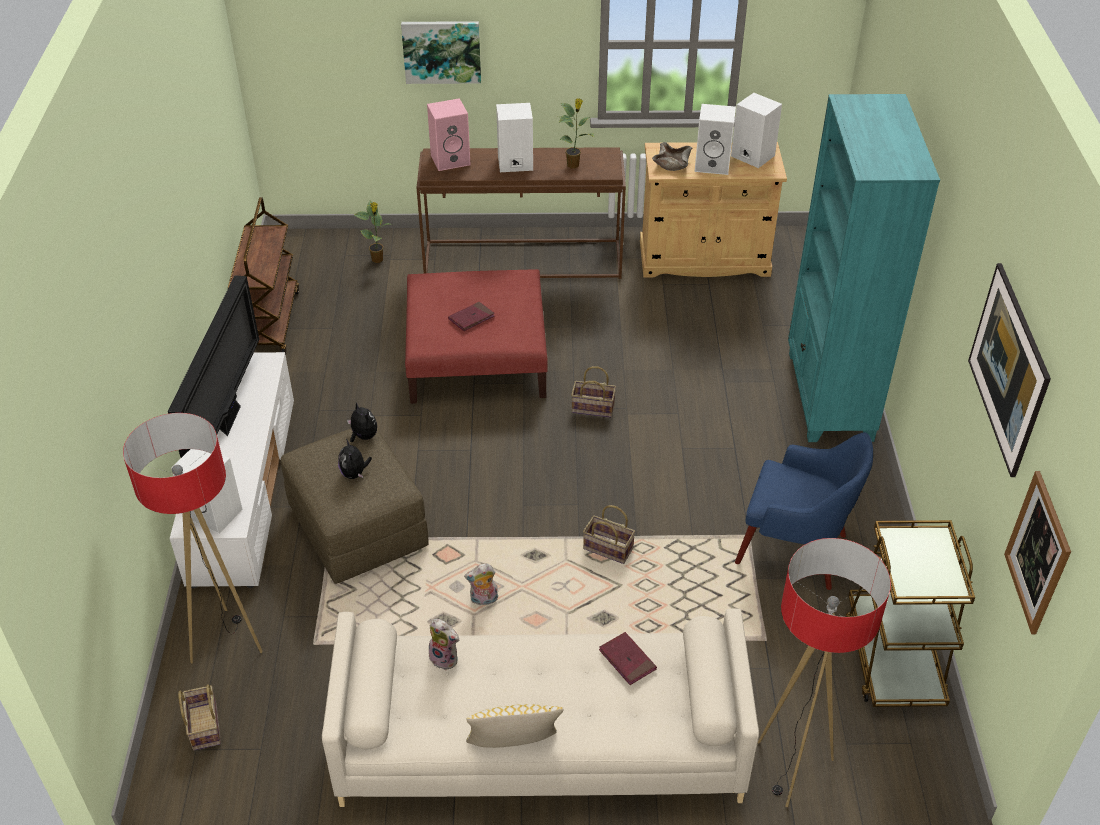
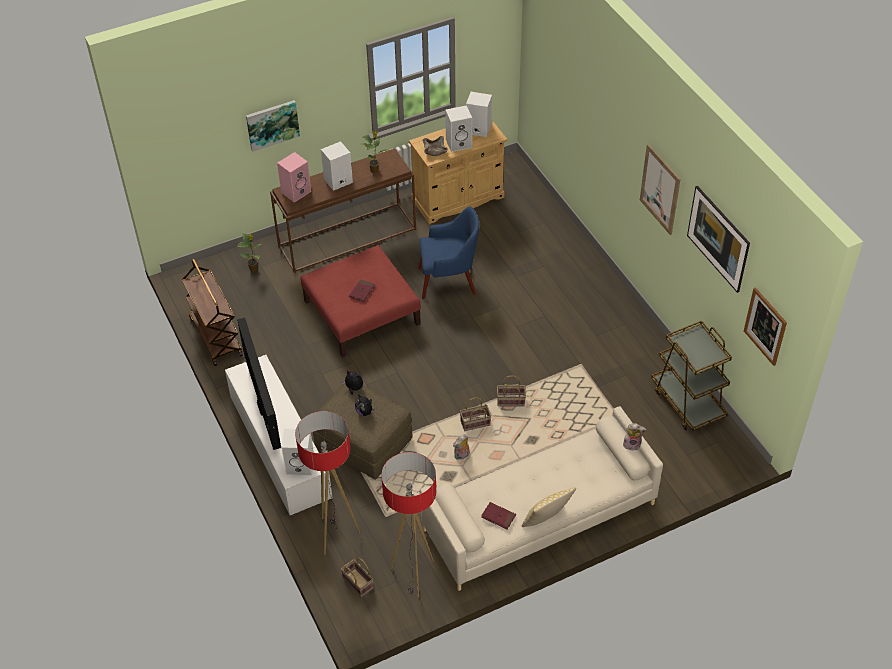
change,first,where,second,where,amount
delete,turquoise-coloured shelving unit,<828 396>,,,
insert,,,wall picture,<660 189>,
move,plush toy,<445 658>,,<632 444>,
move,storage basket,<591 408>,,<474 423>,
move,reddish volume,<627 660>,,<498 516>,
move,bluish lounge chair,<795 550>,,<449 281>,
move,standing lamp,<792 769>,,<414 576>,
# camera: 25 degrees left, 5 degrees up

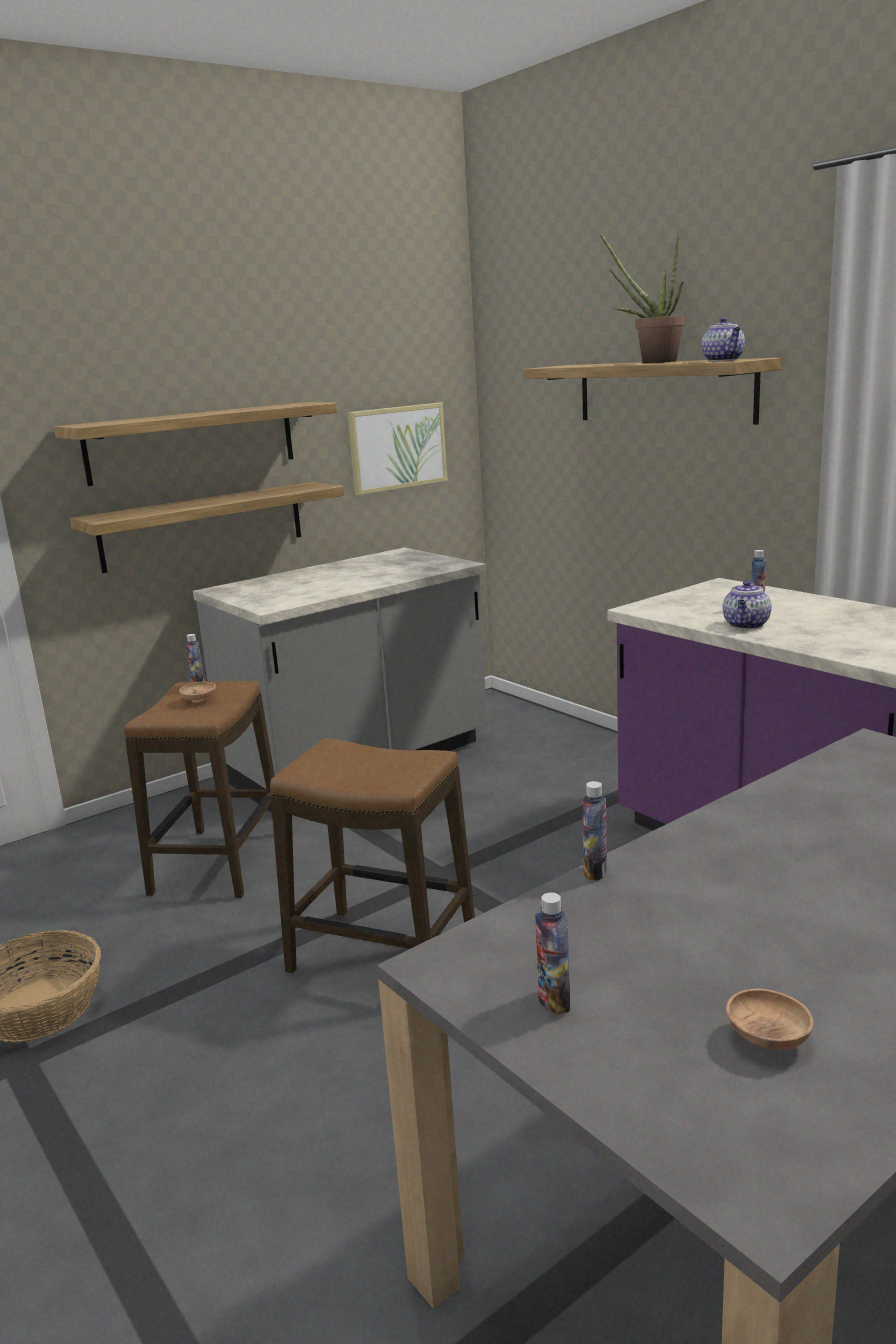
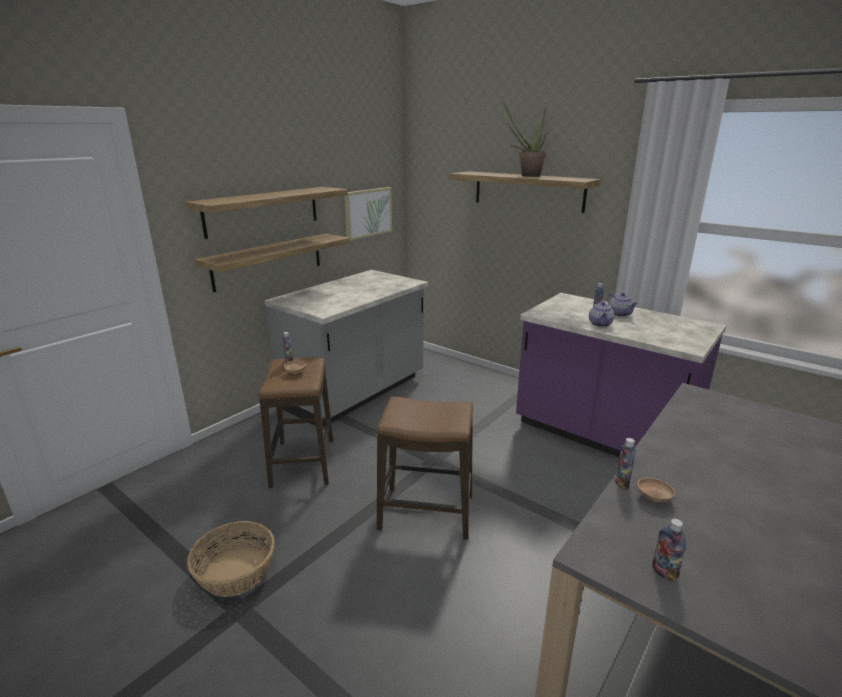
change,first,where,second,where,amount
move,teapot,<723 360>,,<620 314>,
move,brown deep dish,<768 1038>,,<653 498>,
# camera: 15 degrees left, 5 degrees up

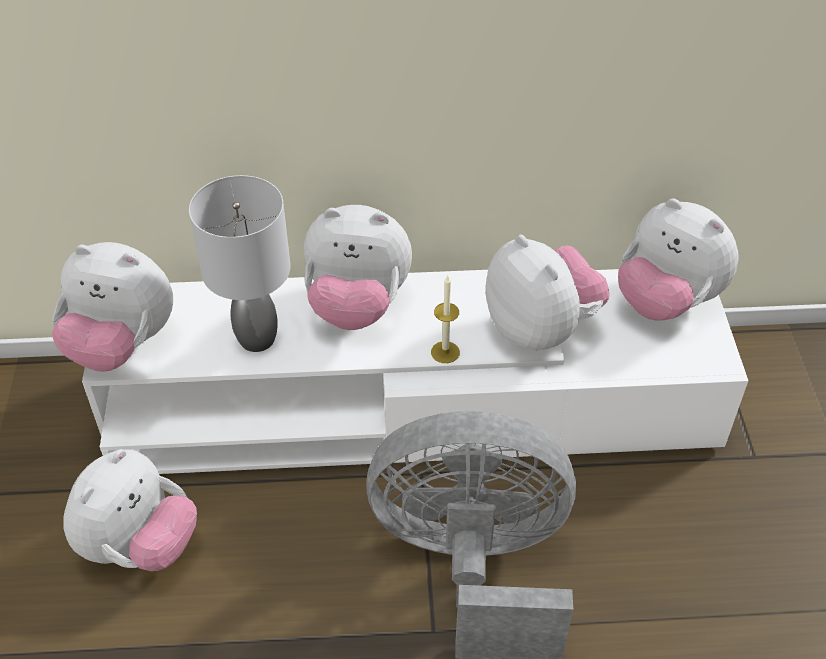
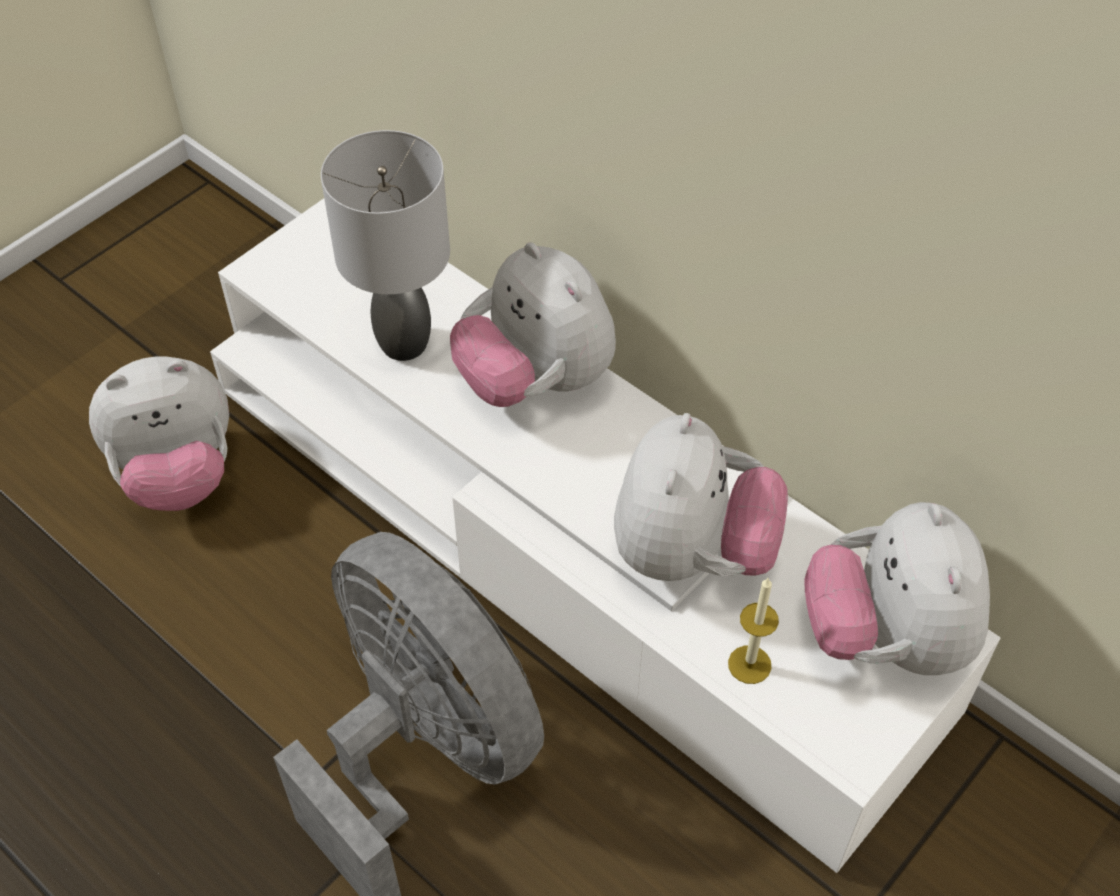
change,first,where,second,where,amount
delete,plush toy,<122 345>,,,
move,wax light,<445 352>,,<749 664>,
# camera: 45 degrees right, 5 degrees up

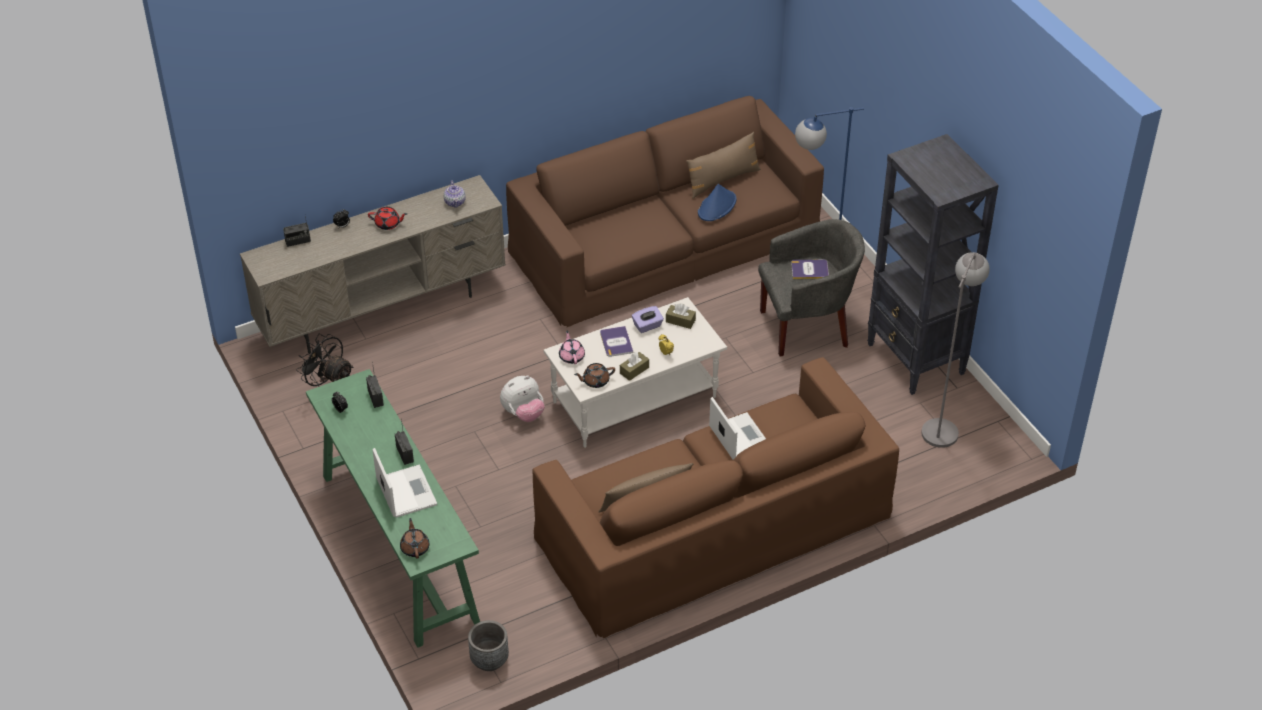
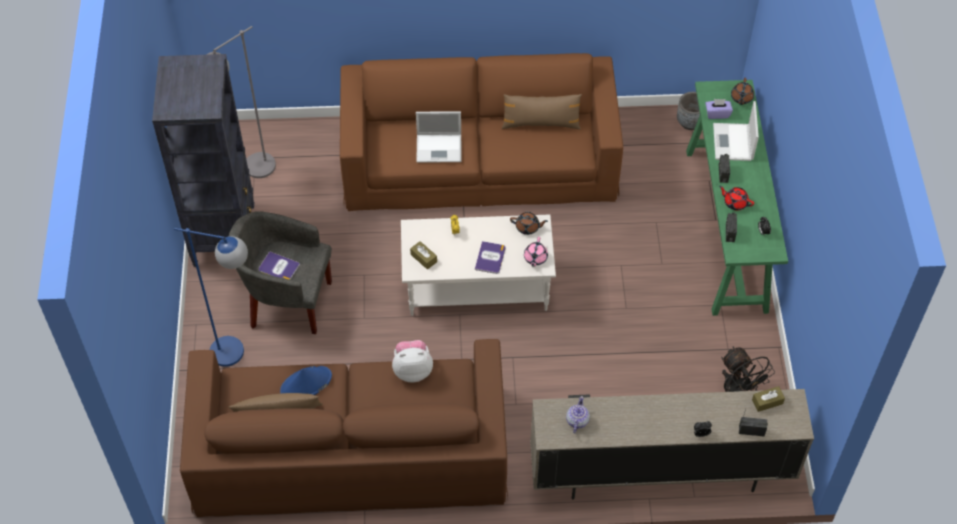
change,first,where,second,where,amount
move,reddish teapot,<388 224>,,<735 202>,
move,plush toy,<523 413>,,<412 370>,
move,brown tissue box,<634 370>,,<767 402>,
move,purple tissue box,<647 326>,,<717 114>,
rotate,notebook computer,<739 437>,,<440 148>,90 degrees counterclockwise
# camera: 155 degrees left, 10 degrees up

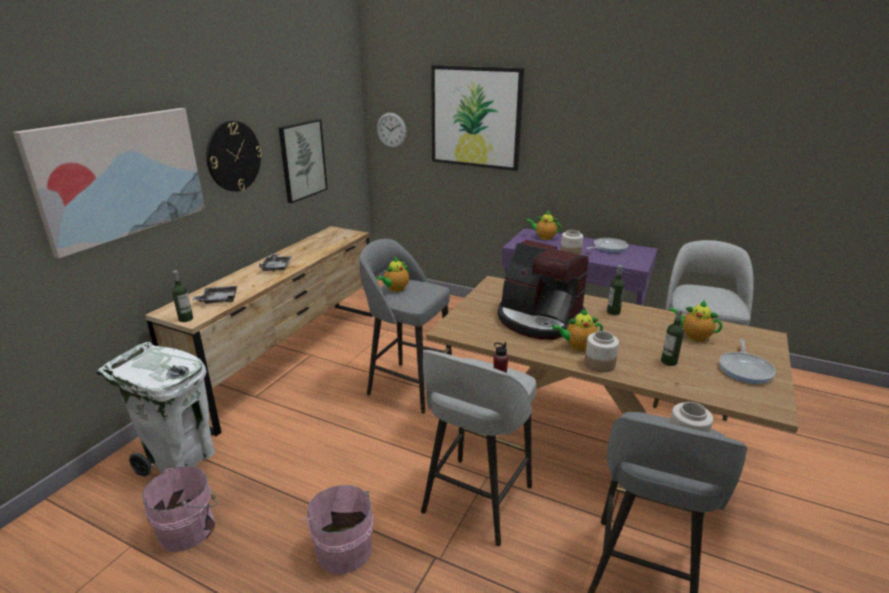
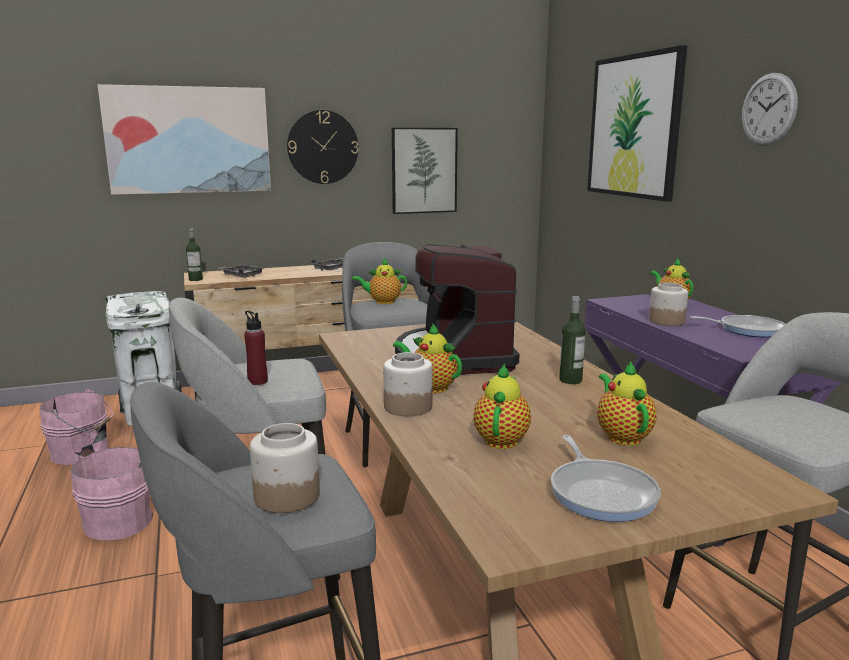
change,first,where,second,where,amount
move,hanging clock,<391 130>,,<768 109>,
replace,beverage bottle,<669 362>,teapot,<502 439>,
rotate,skillet,<745 369>,,<601 493>,75 degrees counterclockwise
# camera: 45 degrees right, 10 degrees down

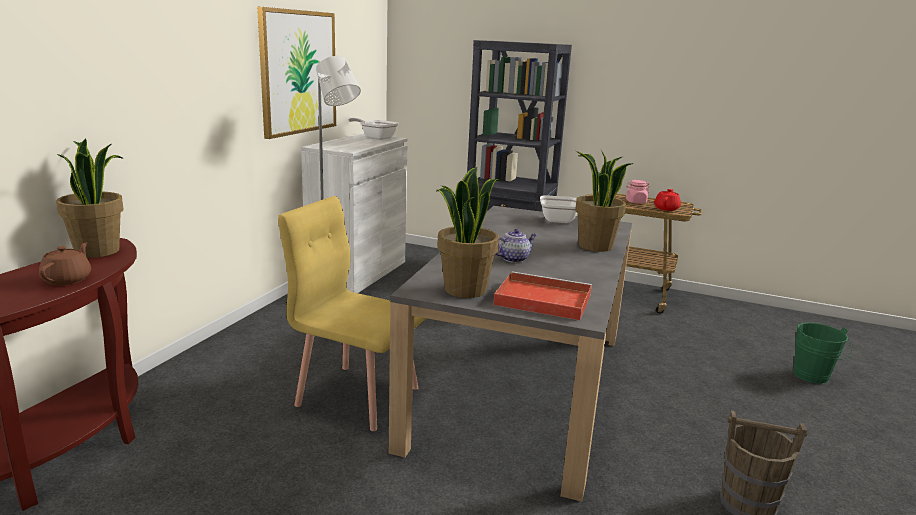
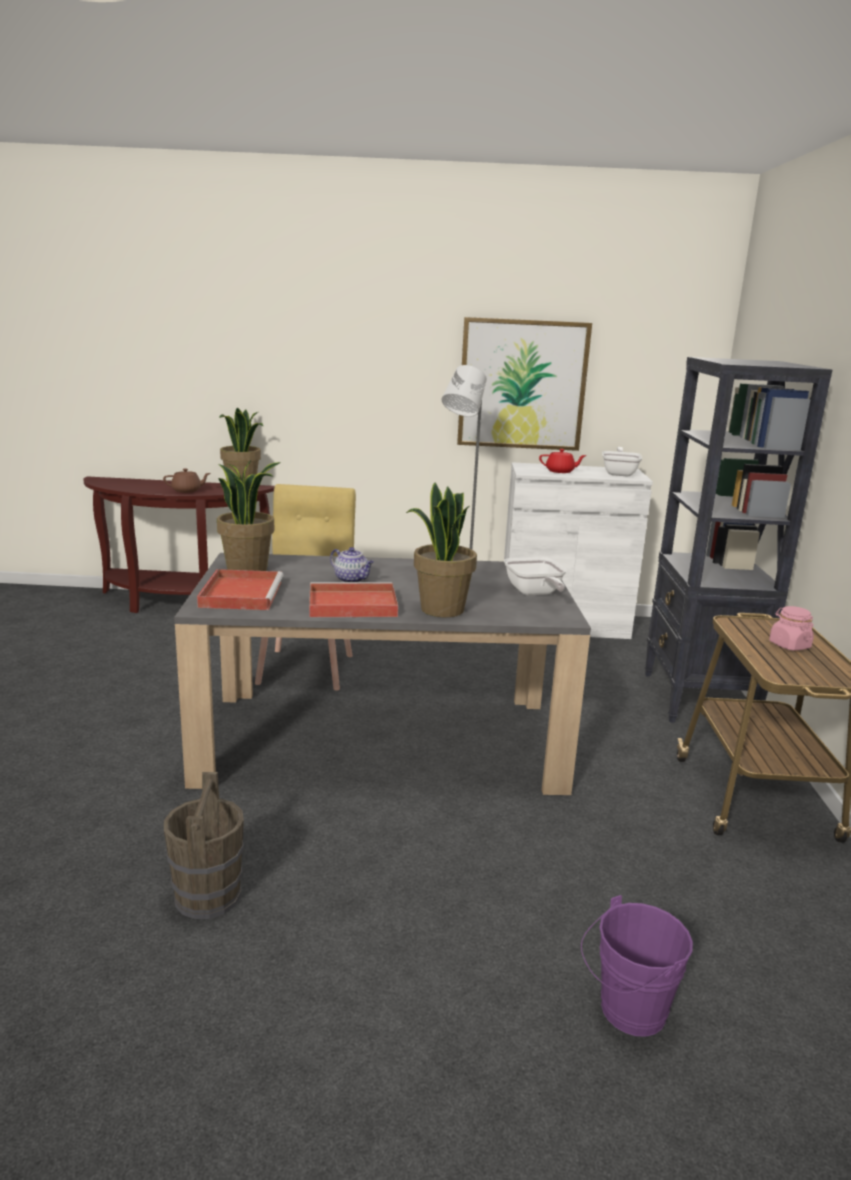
change,first,where,second,where,amount
insert,,,reddish carrying tray,<350 605>,
move,reddish teapot,<666 208>,,<560 471>,
recolor,green pail,<813 377>,purple pail,<627 1012>,
# camera: 70 degrees right, 0 degrees up

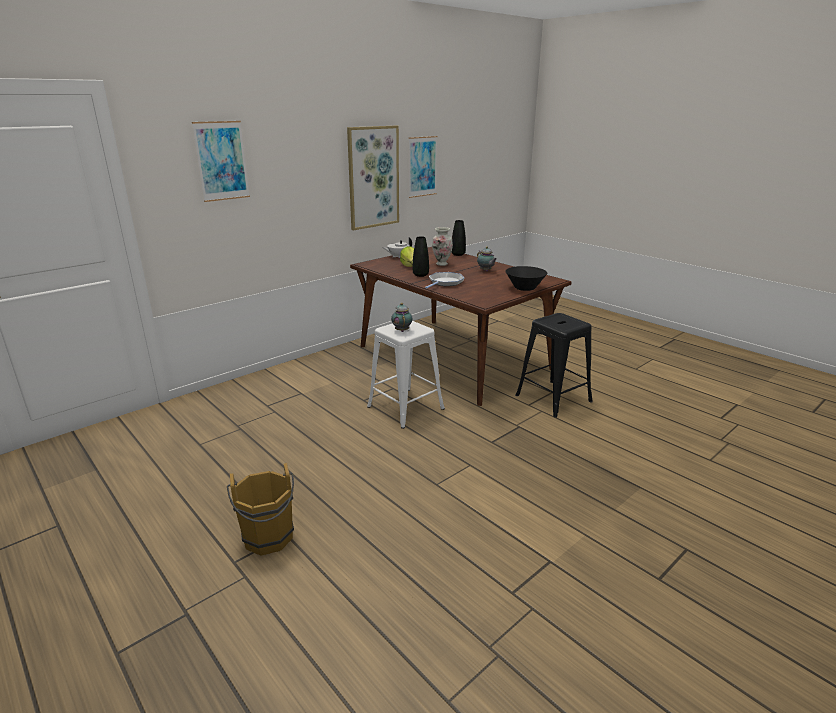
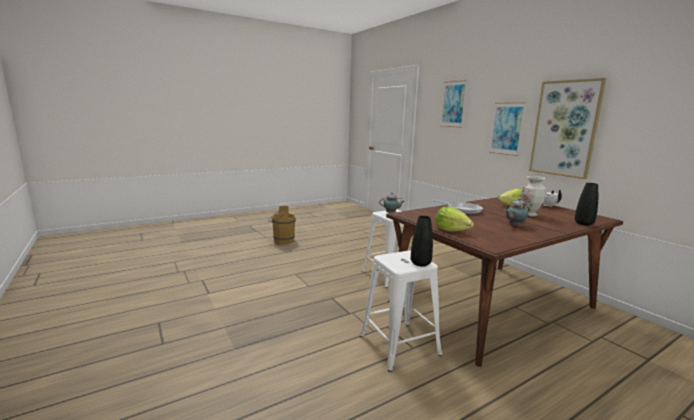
change,first,where,second,where,amount
move,wall picture,<422 166>,,<506 128>,
move,black-coloured decorative vase,<420 275>,,<420 263>,
replace,black-coloured deep dish,<524 288>,head of lettuce,<451 230>,
recolor,black-coloured sitting stool,<553 398>,white-coloured sitting stool,<399 345>,
# camera: 100 degrees right, 10 degrees down

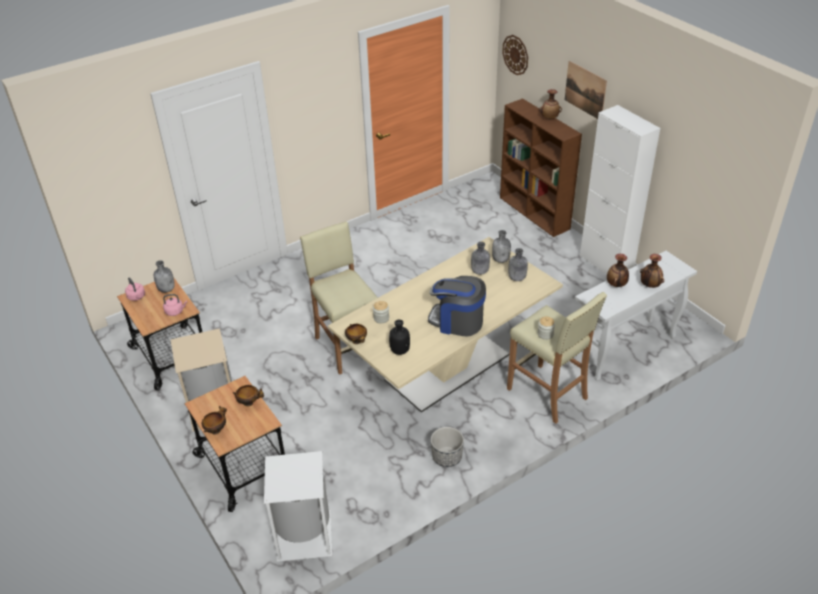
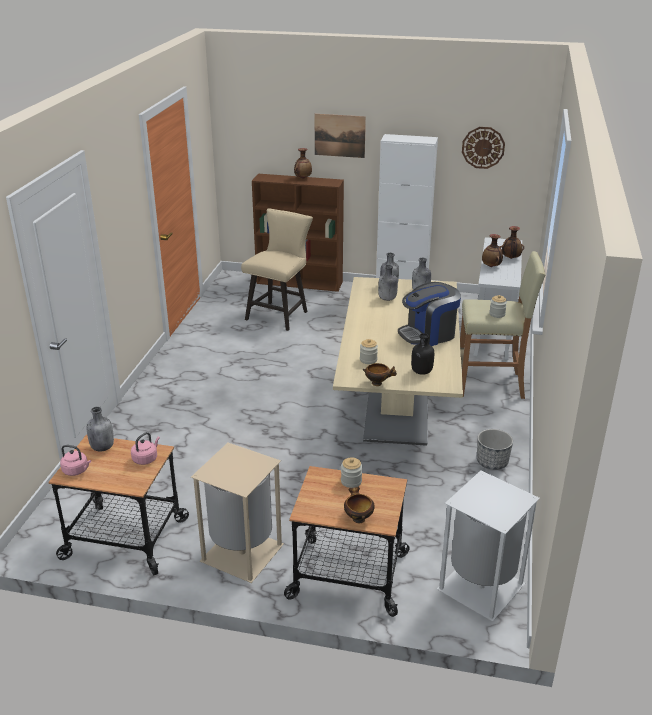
change,first,where,second,where,amount
delete,sand-coloured sitting stool,<347 347>,,,
insert,,,sand-coloured upright chair,<279 314>,
move,hanging clock,<515 55>,,<483 147>,
replace,deep dish,<249 403>,jar,<351 481>,
# camera: 45 degrees left, 10 degrees down

